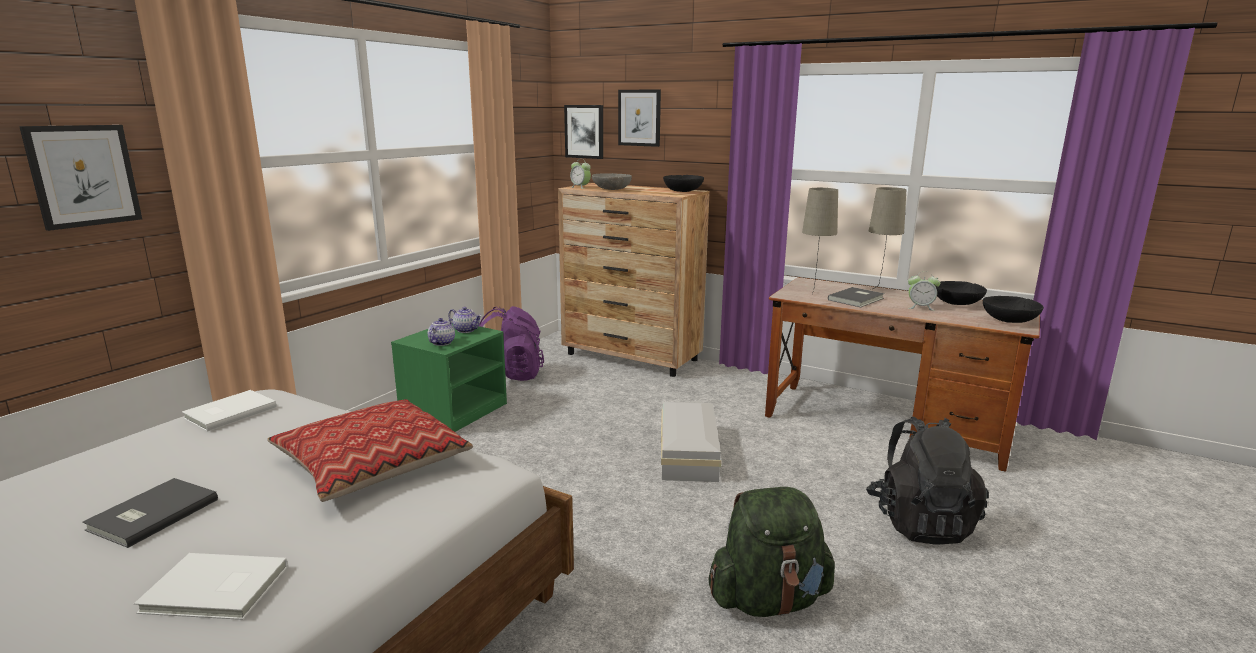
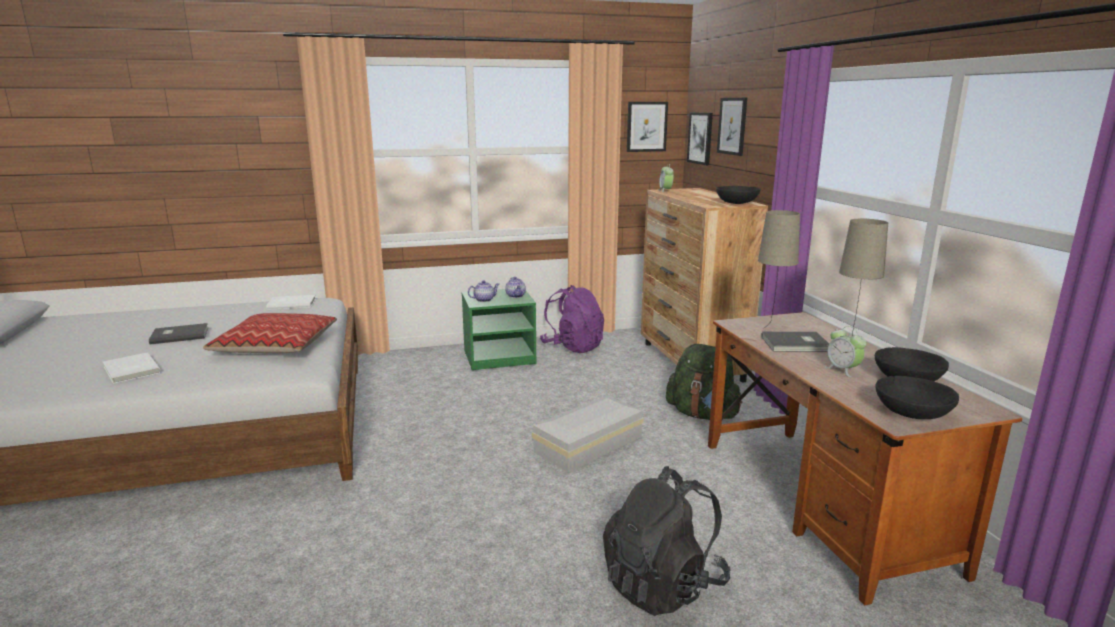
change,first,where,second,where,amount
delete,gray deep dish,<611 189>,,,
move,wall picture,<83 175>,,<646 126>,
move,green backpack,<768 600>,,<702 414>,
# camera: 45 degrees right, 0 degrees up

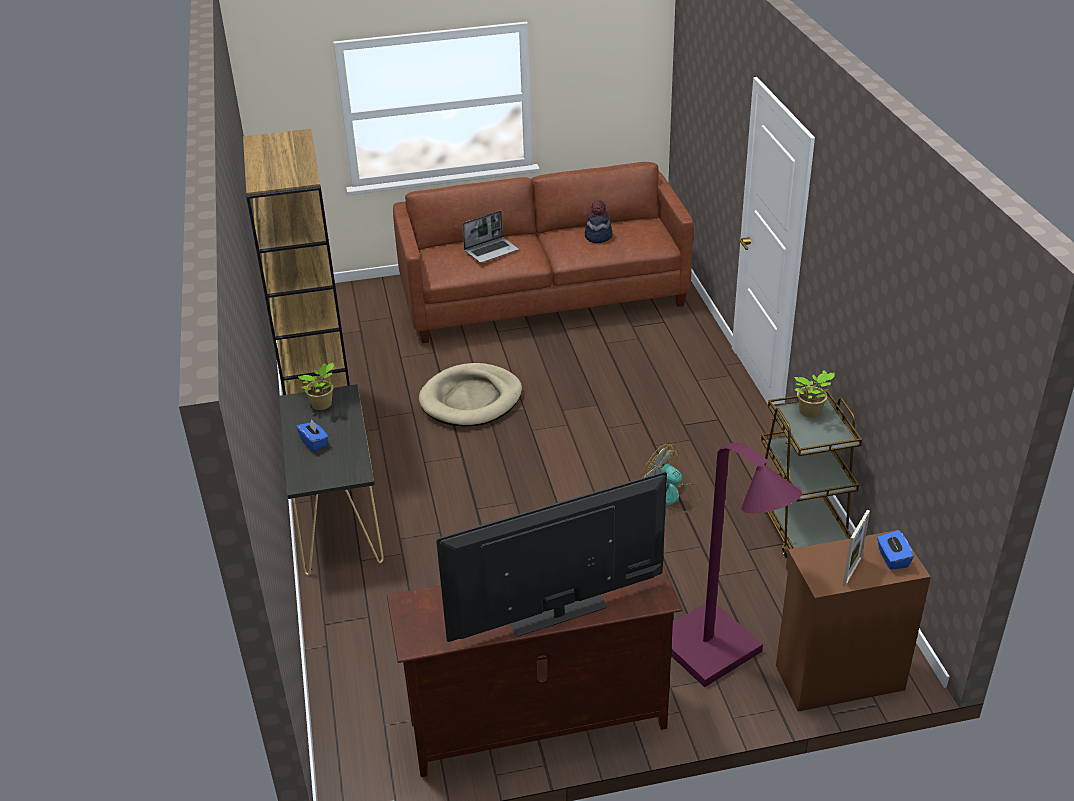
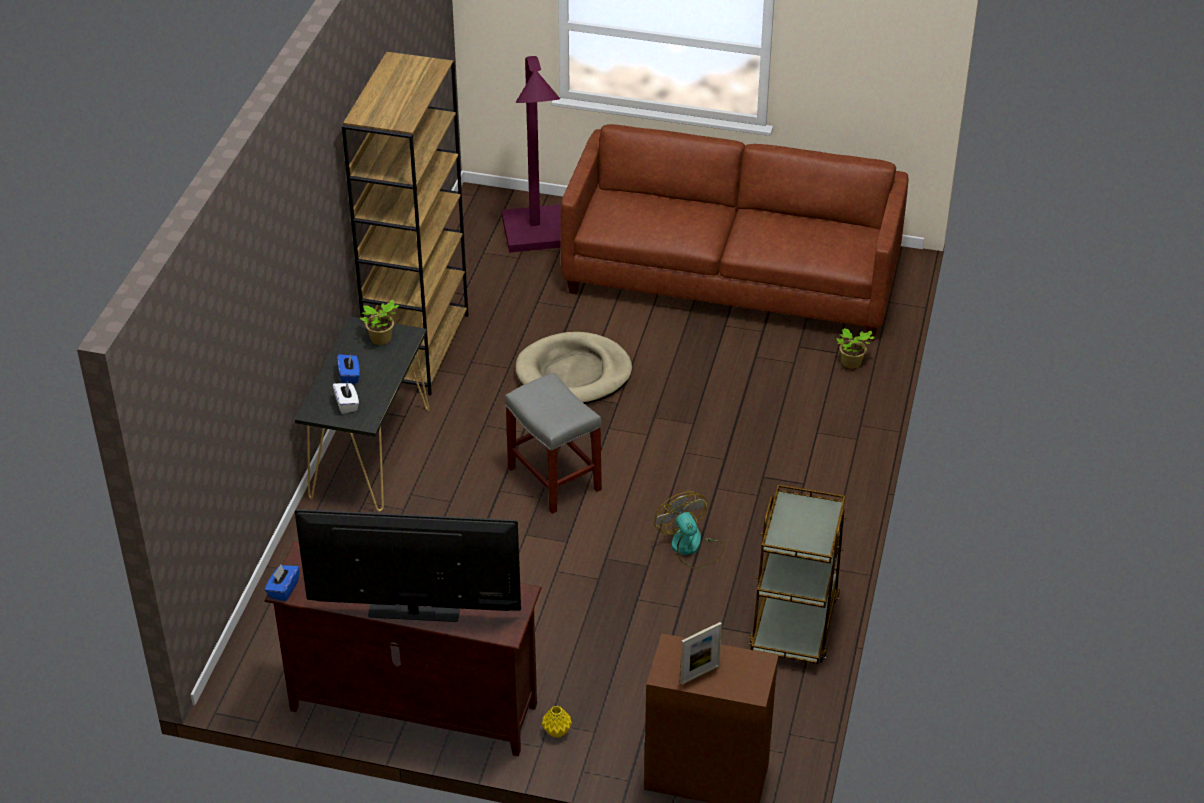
change,first,where,second,where,amount
delete,notebook computer,<491 250>,,,
delete,hat,<598 236>,,,
insert,,,white-coloured tissue box,<347 404>,
insert,,,gray sitting stool,<553 478>,
insert,,,yellow-coloured decorative vase,<556 731>,
move,purple standing lamp,<718 655>,,<536 239>,
move,plant in a pot,<811 412>,,<851 364>,
move,bluish tissue box,<892 559>,,<283 590>,
# camera: 25 degrees right, 5 degrees up

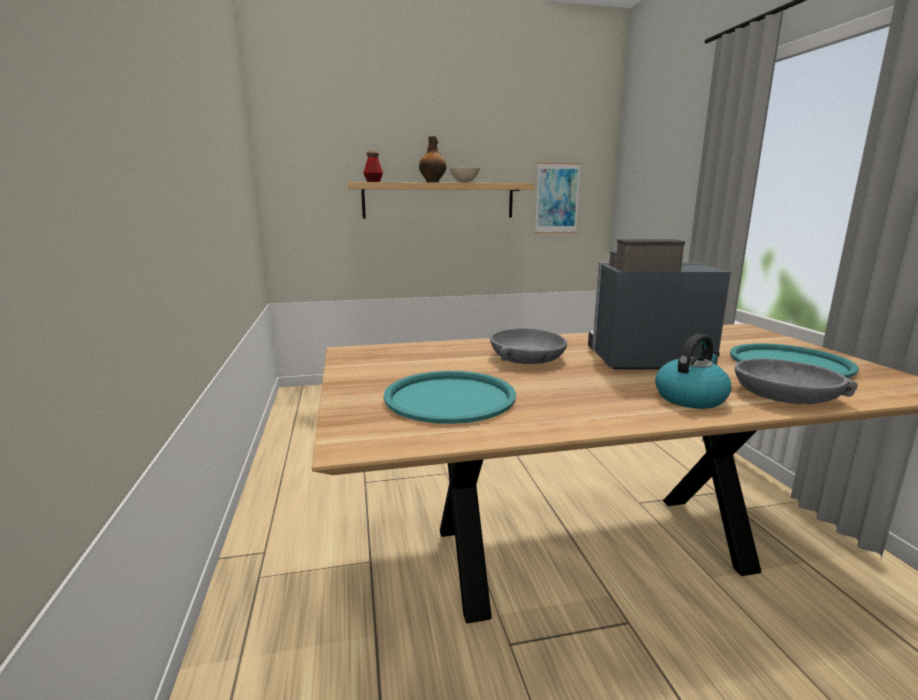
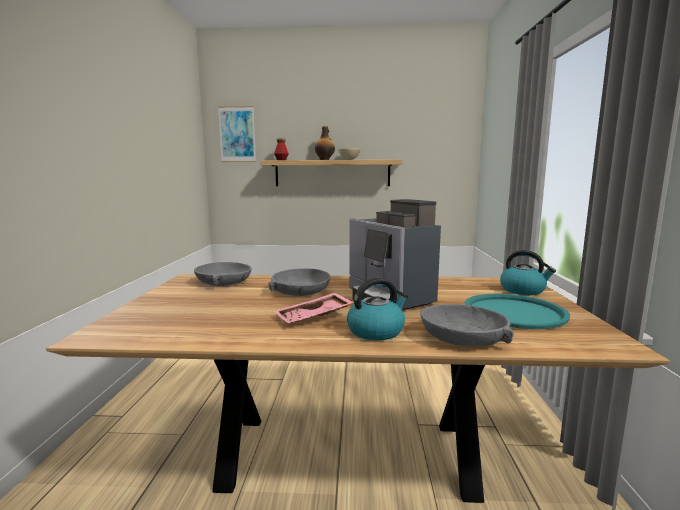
change,first,where,second,where,amount
delete,turquoise-coloured carrying tray,<449 398>,,,
insert,,,gray deep dish,<224 281>,
insert,,,pink carrying tray,<314 317>,
insert,,,water kettle,<523 290>,
move,wall picture,<557 198>,,<237 134>,
rotate,coffee maker,<643 360>,,<388 299>,135 degrees counterclockwise
# camera: 15 degrees right, 5 degrees down

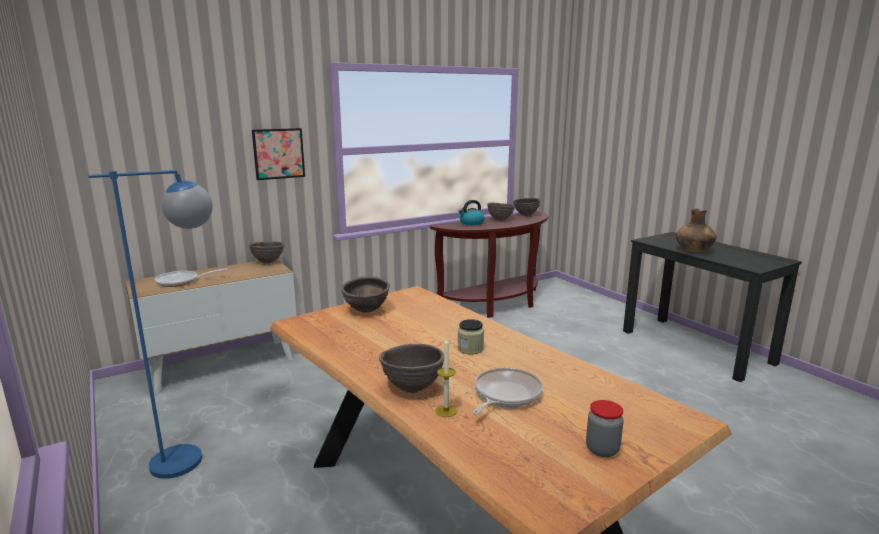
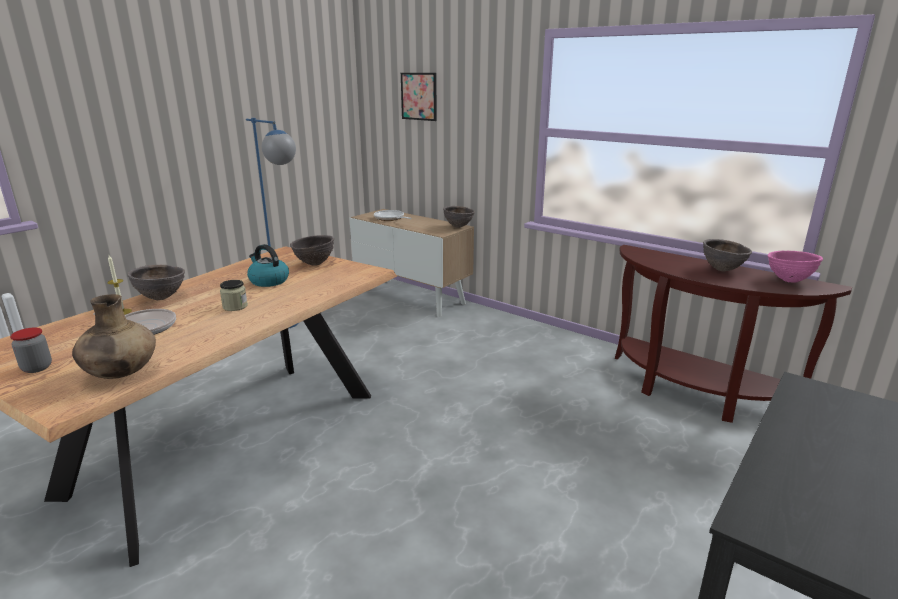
change,first,where,second,where,amount
move,wall picture,<278 153>,,<419 96>,
move,water kettle,<471 223>,,<268 281>,
move,brown decorative vase,<694 251>,,<121 374>,
recolor,brown deep dish,<526 215>,pink deep dish,<788 281>,
# camera: 70 degrees right, 5 degrees up

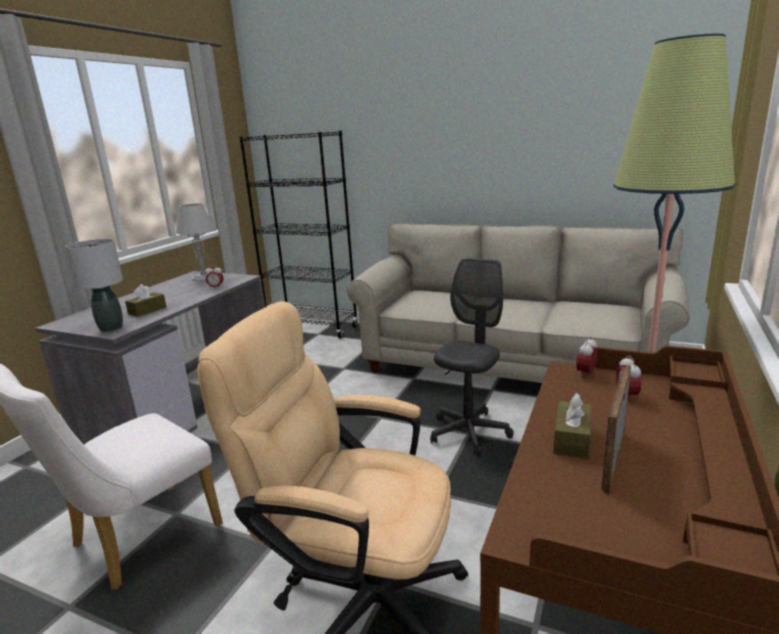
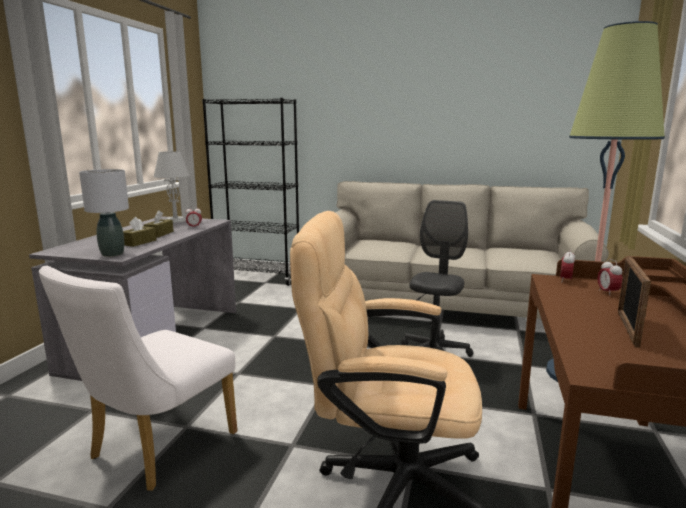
change,first,where,second,where,amount
move,brown tissue box,<572 439>,,<159 234>,
# camera: 10 degrees left, 5 degrees down

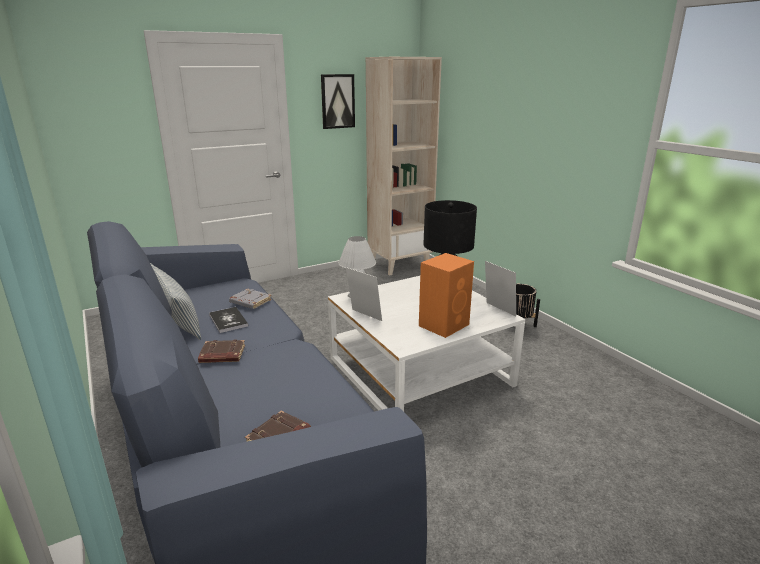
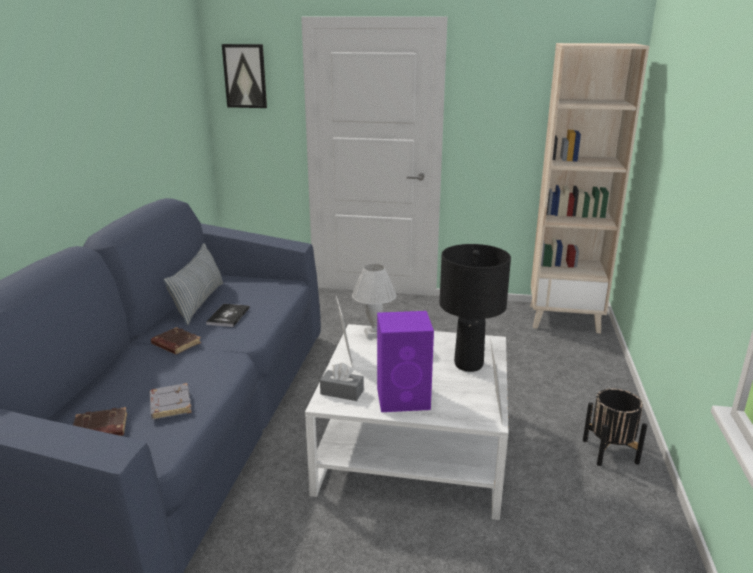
change,first,where,second,where,amount
insert,,,gray tissue box,<342 392>,
move,gray volume,<250 302>,,<170 405>,
move,wall picture,<337 101>,,<245 76>,
recolor,orange audio speaker,<444 325>,purple audio speaker,<404 398>,
# camera: 40 degrees right, 0 degrees up

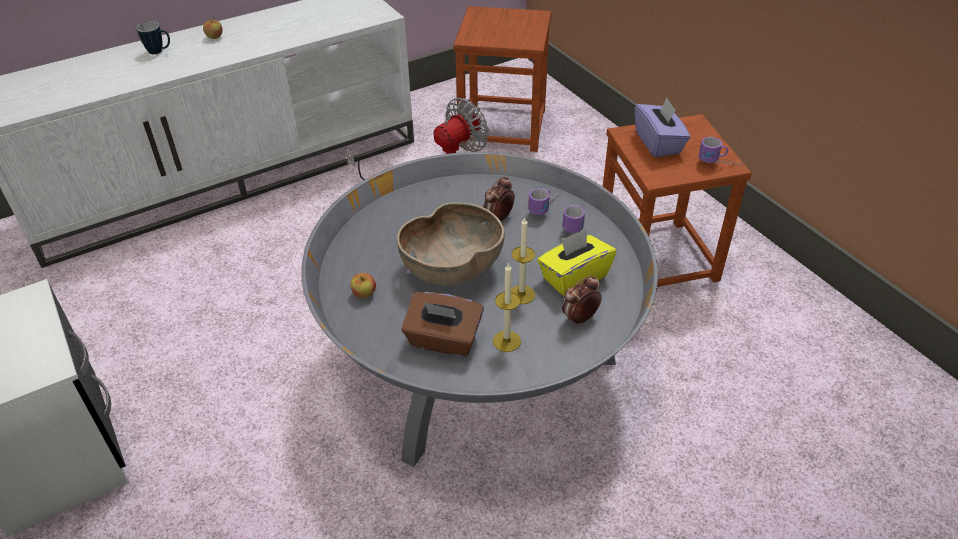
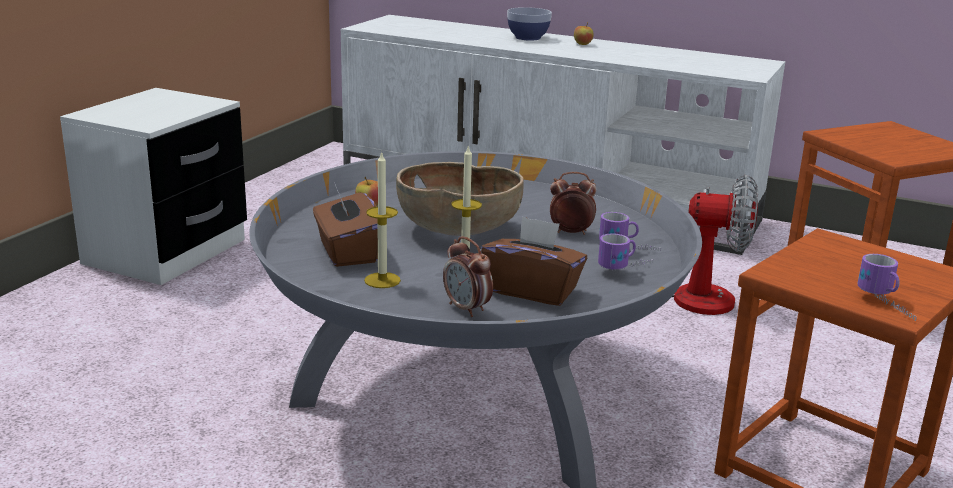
change,first,where,second,where,amount
delete,purple tissue box,<658 143>,,,
replace,coffee mug,<159 52>,deep dish,<528 38>,
recolor,yellow-coloured tissue box,<574 277>,brown tissue box,<533 291>,
rotate,table clock,<580 319>,,<467 309>,150 degrees counterclockwise
# camera: 55 degrees right, 20 degrees down

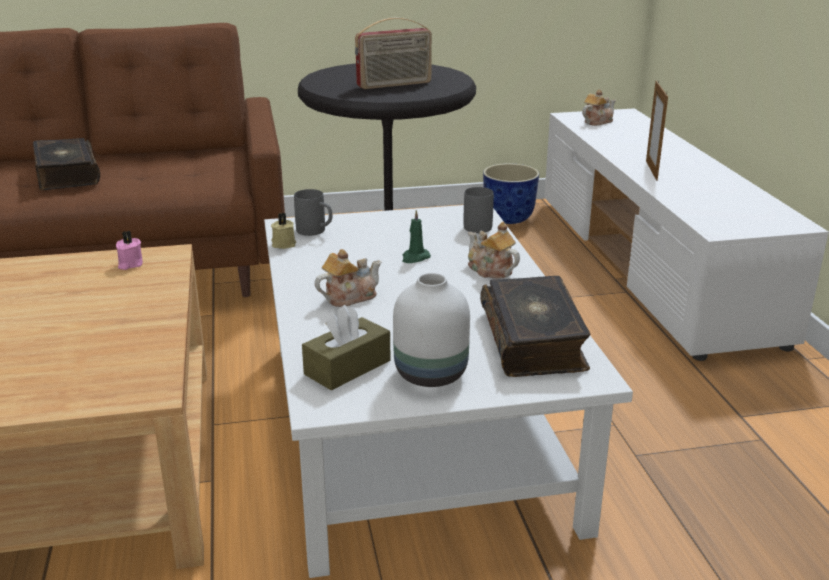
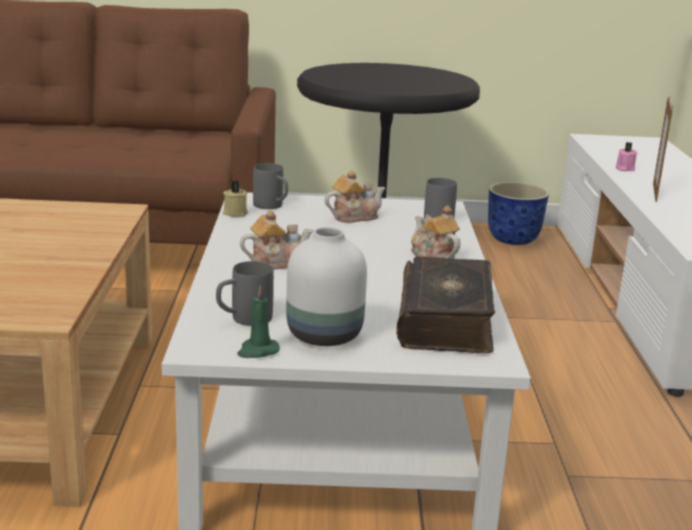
change,first,where,second,where,amount
delete,volume,<66 175>,,,
delete,radio receiver,<394 85>,,,
move,pink wax light,<129 264>,,<624 169>,
move,green wax light,<415 258>,,<257 351>,
move,teapot,<597 122>,,<353 217>,
replace,brown tissue box,<347 367>,gray coffee mug,<243 320>,
# camera: 10 degrees right, 5 degrees down

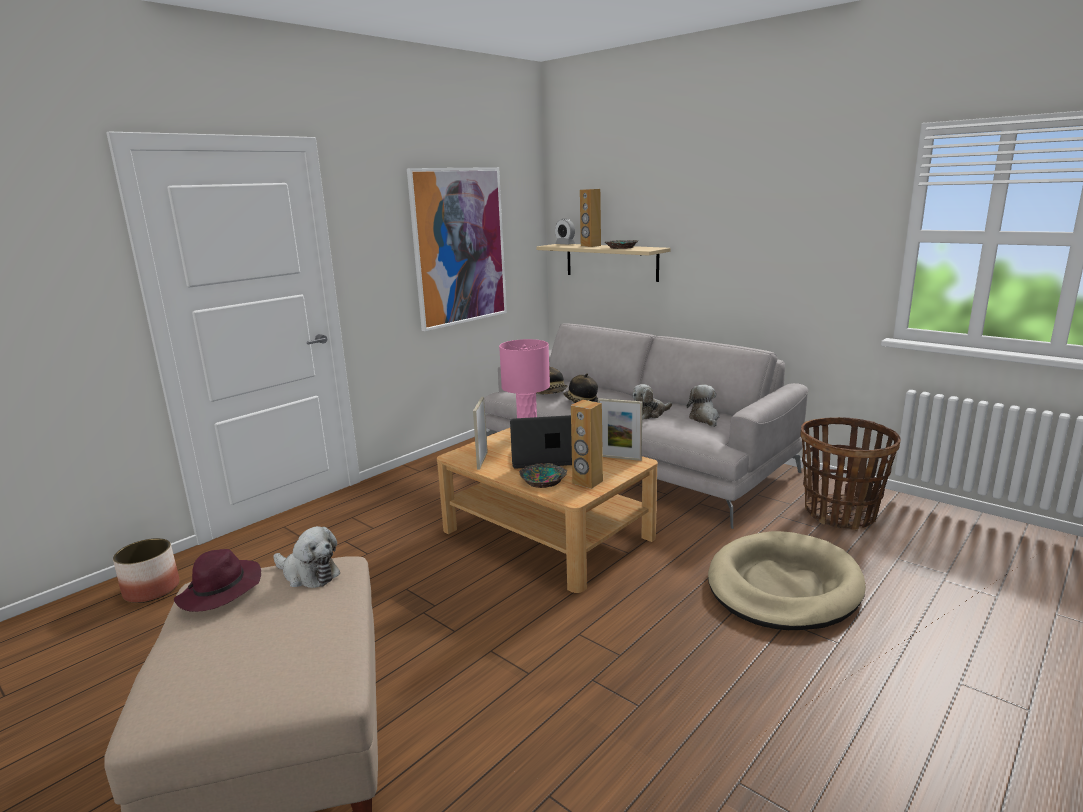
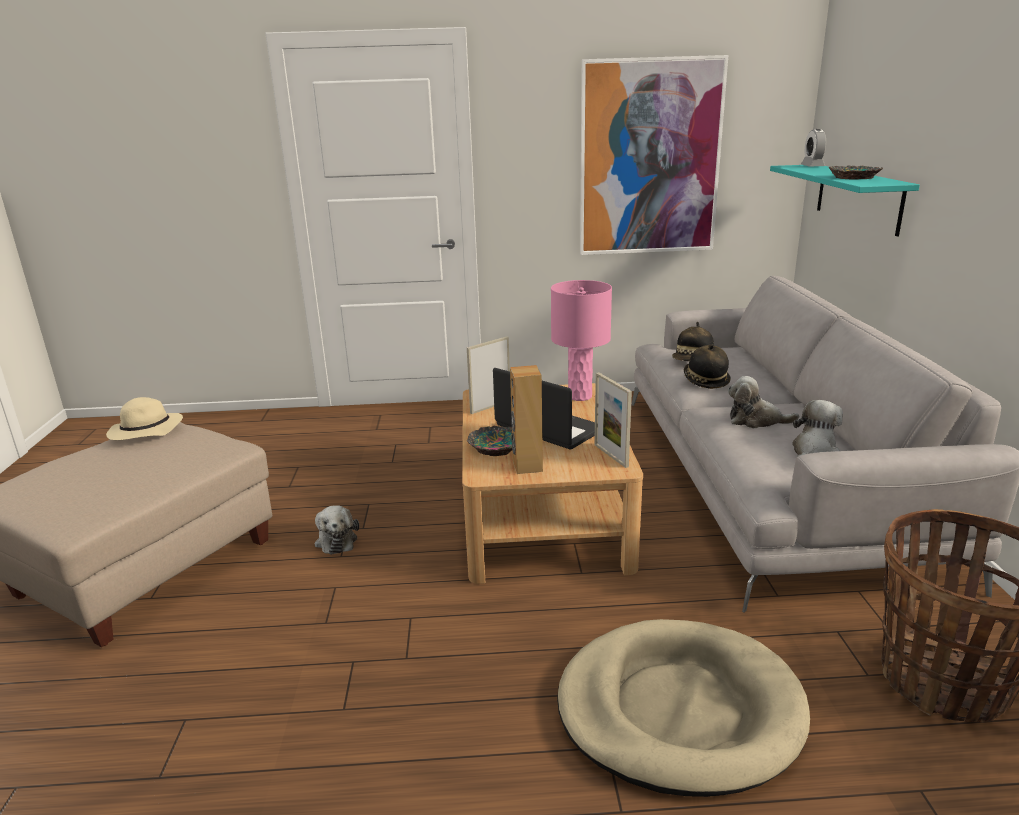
change,first,where,second,where,amount
delete,plant pot,<152 590>,,,
delete,brown audio speaker,<590 246>,,,
move,plush toy,<308 575>,,<336 540>,
recolor,purple hat,<220 591>,sand-coloured hat,<145 431>,
recolor,sand-coloured wall shelf,<611 261>,turquoise-coloured wall shelf,<858 197>,
# camera: 45 degrees right, 5 degrees up

